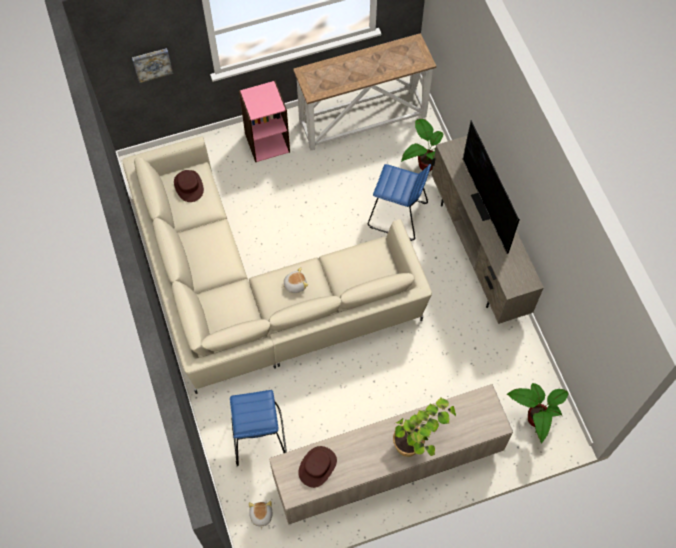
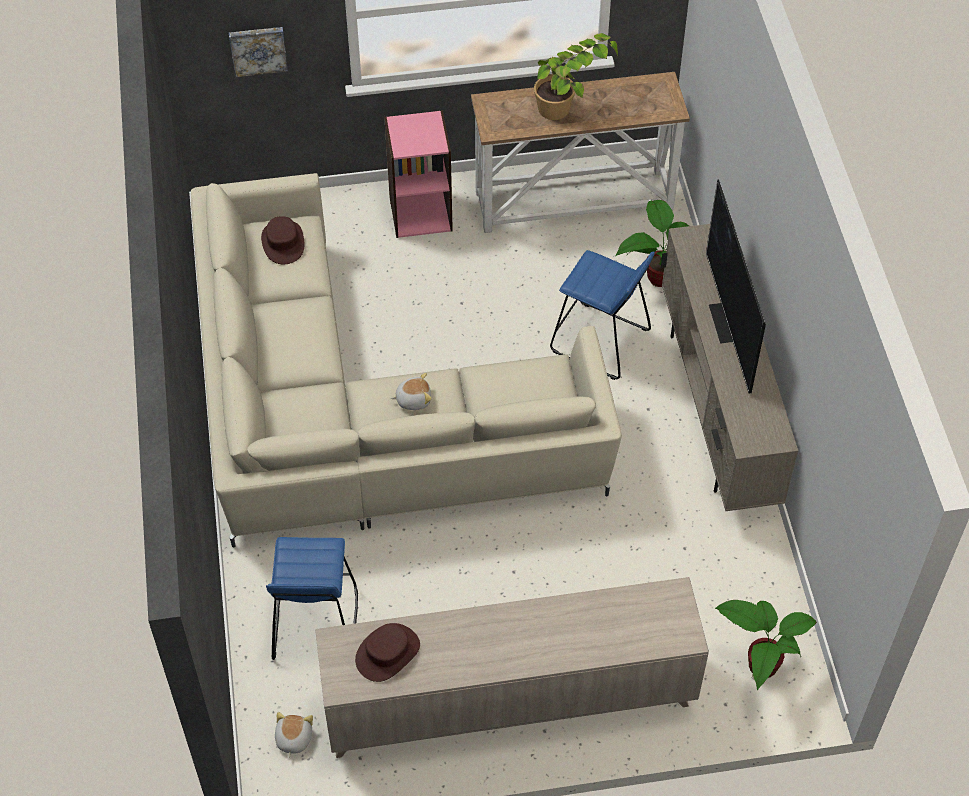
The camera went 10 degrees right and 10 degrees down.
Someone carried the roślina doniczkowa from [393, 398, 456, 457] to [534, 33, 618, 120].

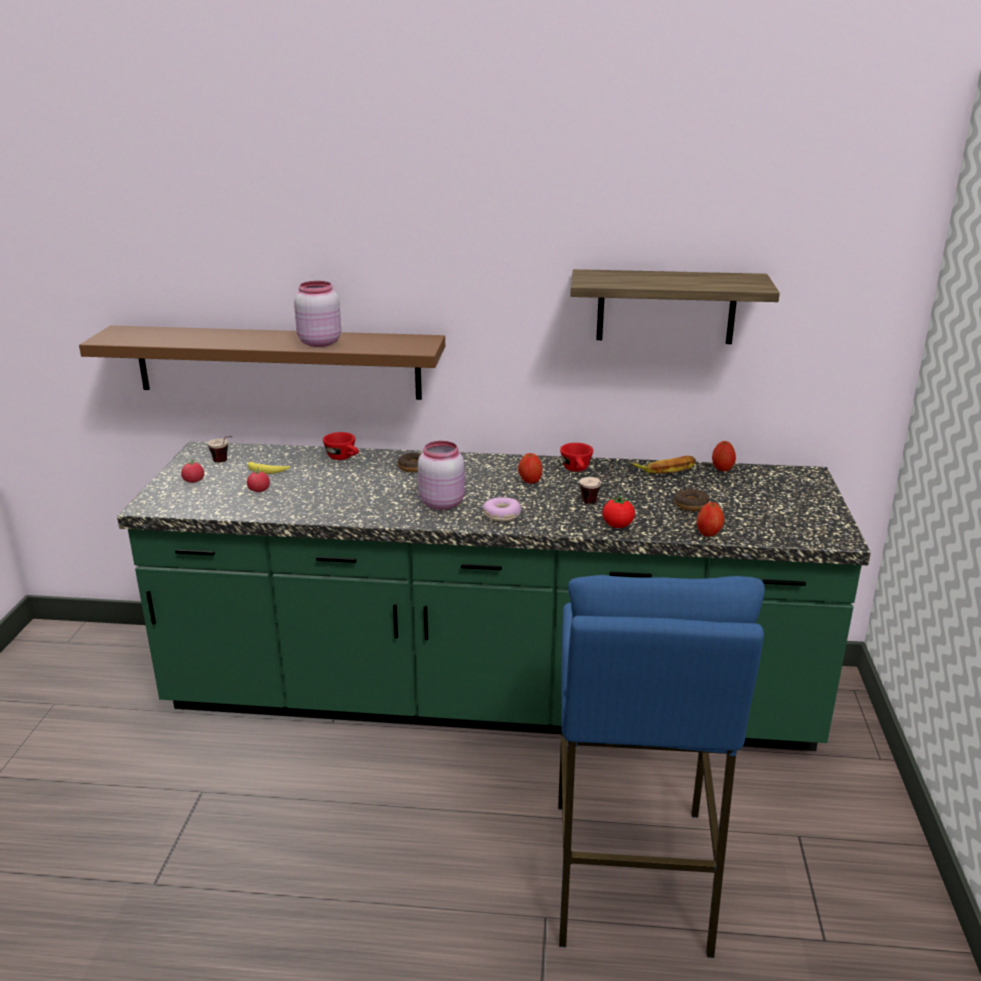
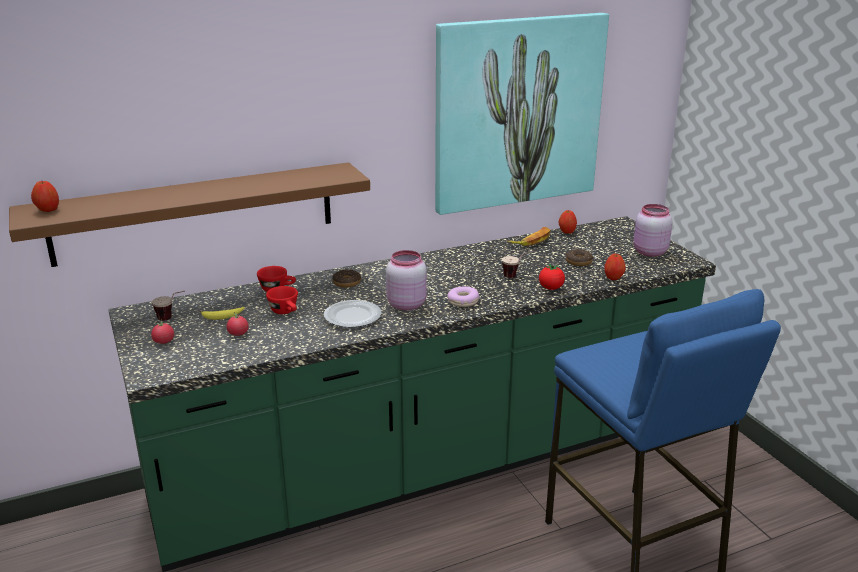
The camera went 30 degrees left and 0 degrees up.
Someone swapped the półka at [570, 269, 780, 344] for the obraz at [435, 13, 609, 215].
Someone carried the słoik/różowy from [294, 281, 341, 347] to [634, 204, 673, 257].
Someone carried the filiżanka/czerwony from [560, 443, 593, 472] to [266, 286, 298, 314].
Someone carried the jabłko from [518, 453, 542, 484] to [31, 181, 59, 212].
Someone put down the talerz at [324, 300, 382, 328].

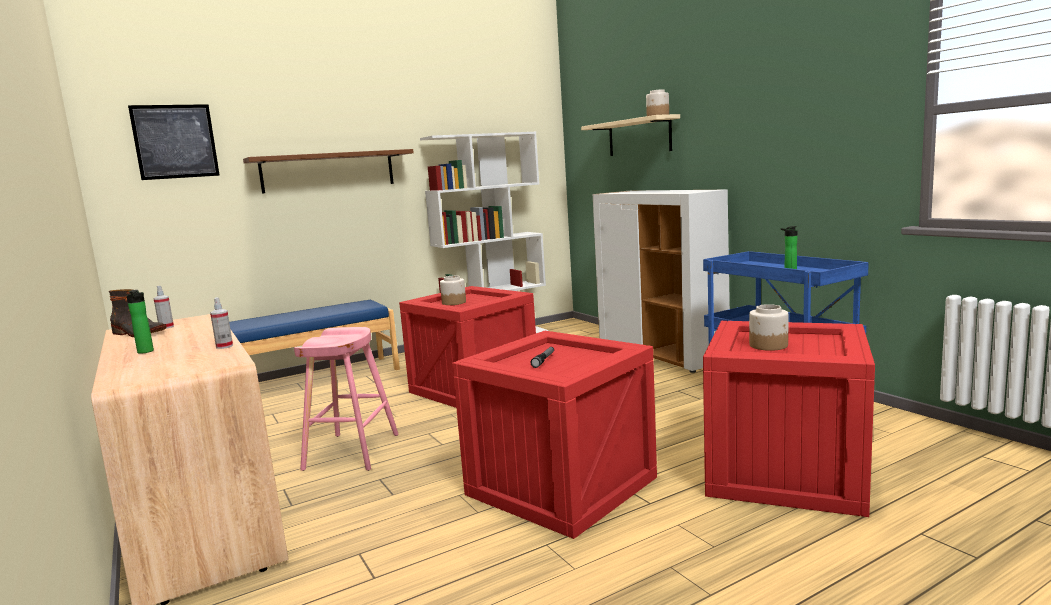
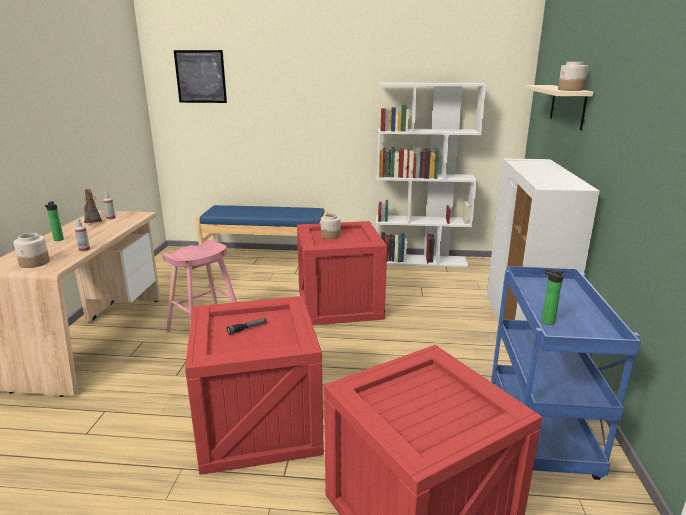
The camera went 35 degrees right and 10 degrees up.
Someone took away the półka/brązowy at [243, 149, 414, 193].
Someone carried the słoik from [749, 304, 789, 351] to [14, 233, 50, 268].

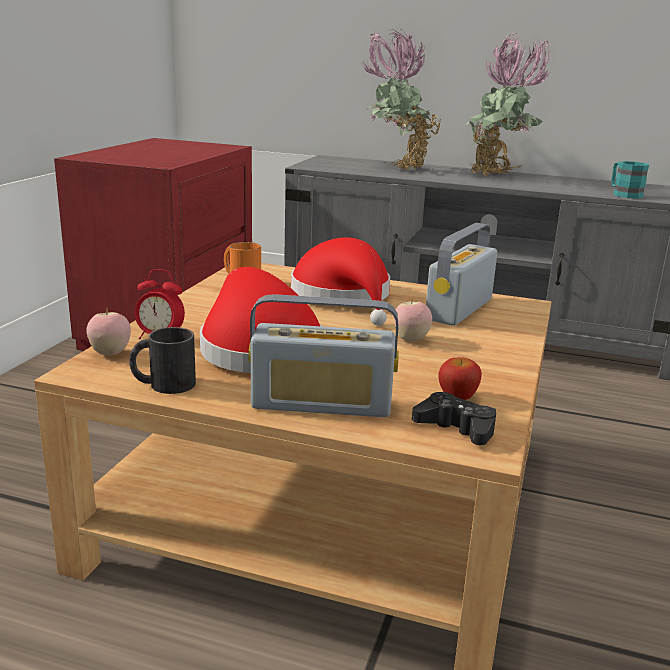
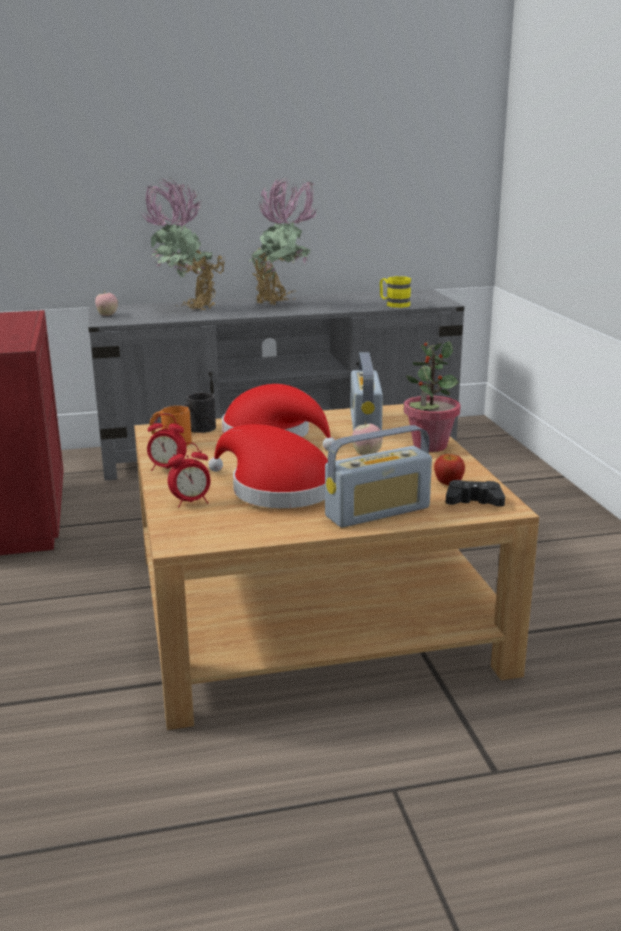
The camera went 30 degrees left and 0 degrees up.
Someone repainted the kubek/turkusowy at [611, 161, 649, 199], which became the kubek/żółty at [380, 276, 411, 308].
Someone carried the jabłko from [86, 309, 131, 356] to [95, 290, 118, 316].
Someone carried the kubek/czarny from [129, 327, 196, 394] to [183, 393, 216, 433].
Someone put down the roślina doniczkowa at [404, 341, 461, 452].
Someone put down the budzik at [147, 414, 187, 471].

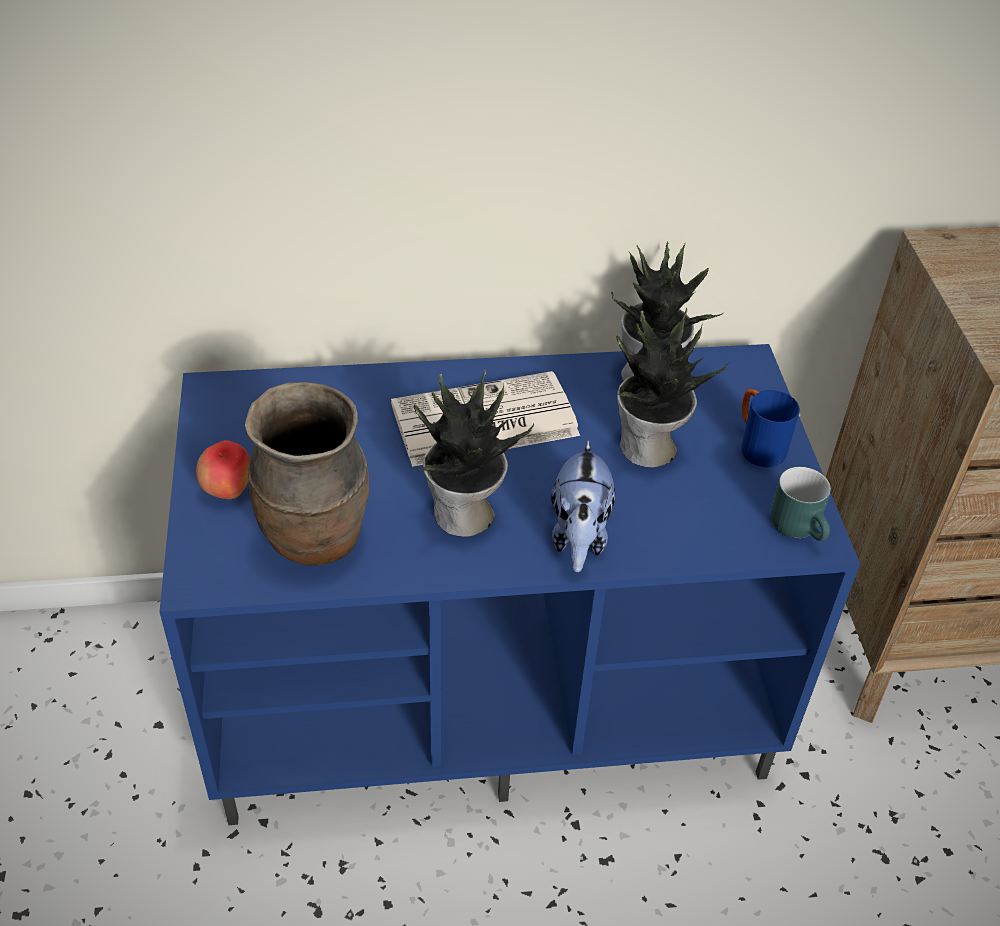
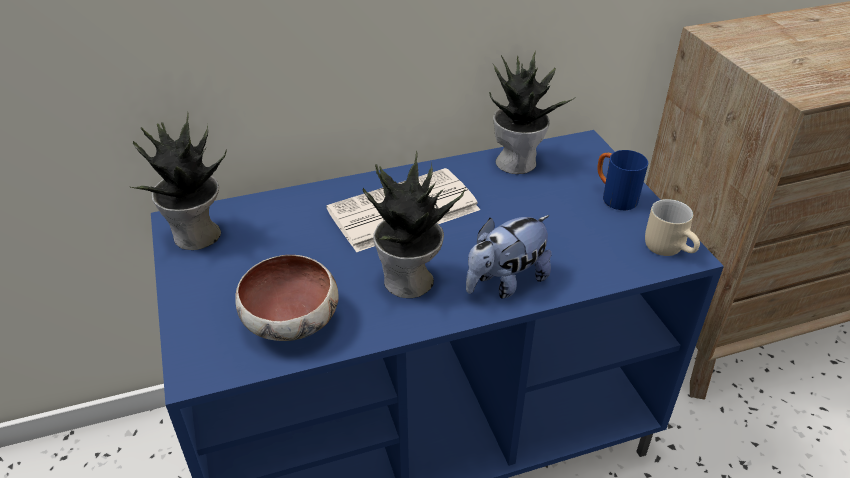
The camera went 10 degrees left and 5 degrees down.
Someone carried the roślina doniczkowa from [616, 308, 729, 468] to [129, 111, 227, 250].
Someone swapped the wazon/brązowy at [245, 382, 369, 566] for the miska at [235, 255, 339, 341].
Someone rotated the pluszak at [550, 439, 615, 572] by 60 degrees clockwise.
Someone took away the jabłko at [196, 440, 250, 499].
Someone repainted the kubek/turkusowy at [771, 466, 831, 541], which became the kubek/beżowy at [645, 199, 700, 256].

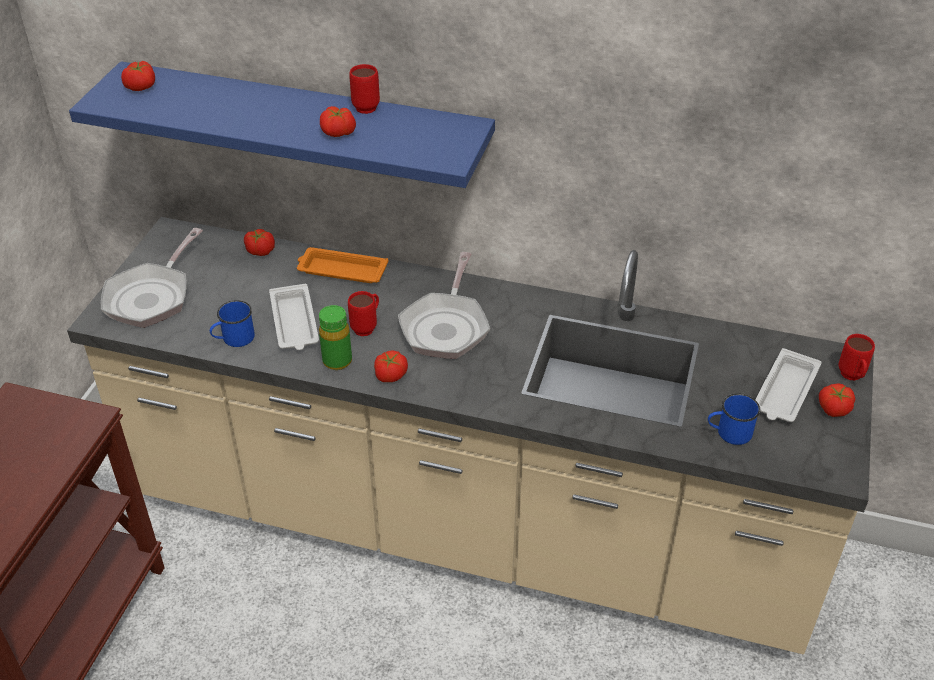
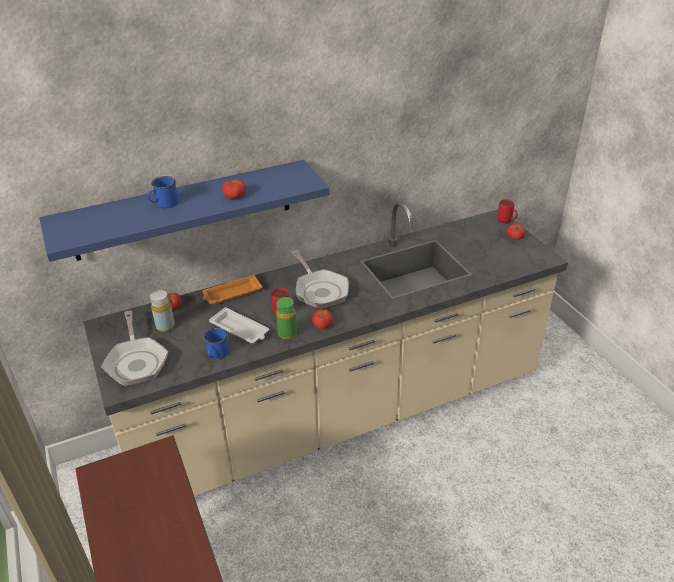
The camera went 40 degrees left and 5 degrees down.
Someone took away the pomidor at [121, 61, 155, 91].
Someone took away the kubek/czerwony at [349, 64, 380, 114].
Someone took away the taca/biały at [755, 348, 821, 422].
Someone carried the kubek/niebieski from [708, 394, 760, 445] to [147, 176, 178, 208].
Someone put down the butelka/żółty at [150, 290, 175, 332].

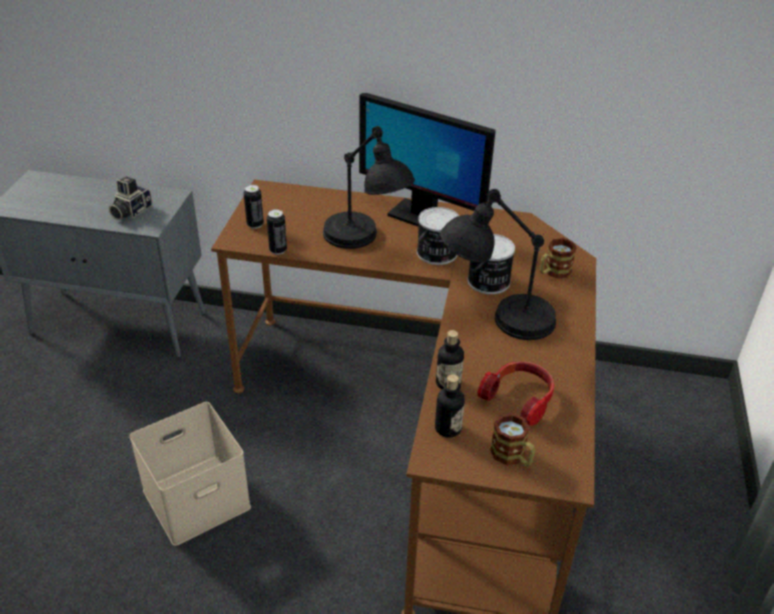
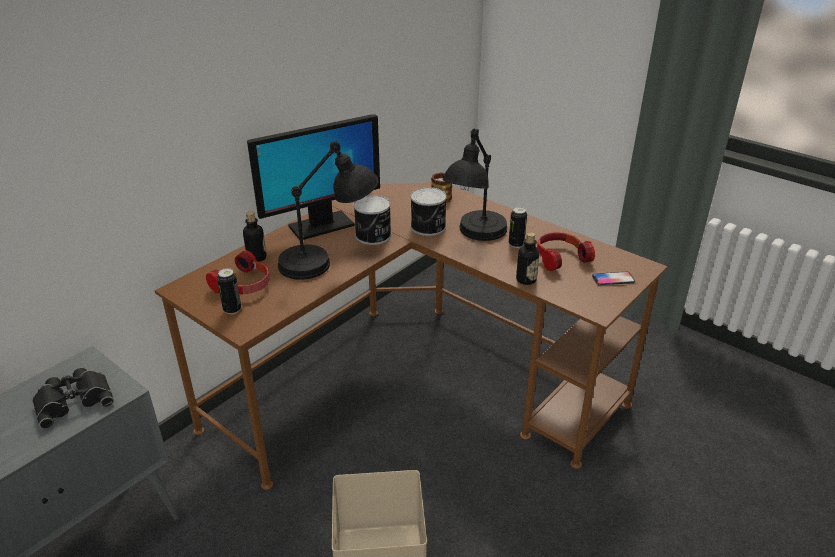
The camera went 60 degrees left and 5 degrees down.
Someone swapped the aparat fotograficzny at [109, 176, 152, 220] for the lornetka/czarny at [32, 368, 114, 429].
Someone carried the puszka from [267, 209, 287, 255] to [509, 207, 527, 248].
Someone carried the butelka from [435, 374, 465, 438] to [243, 212, 266, 262].
Someone swapped the kubek at [490, 413, 535, 467] for the telefon at [592, 271, 635, 285].
Someone put down the słuchawki at [206, 250, 270, 295].

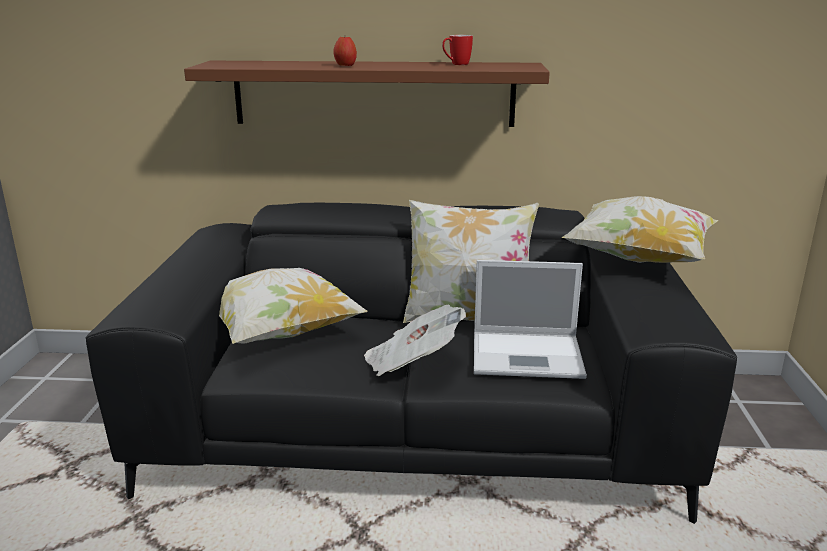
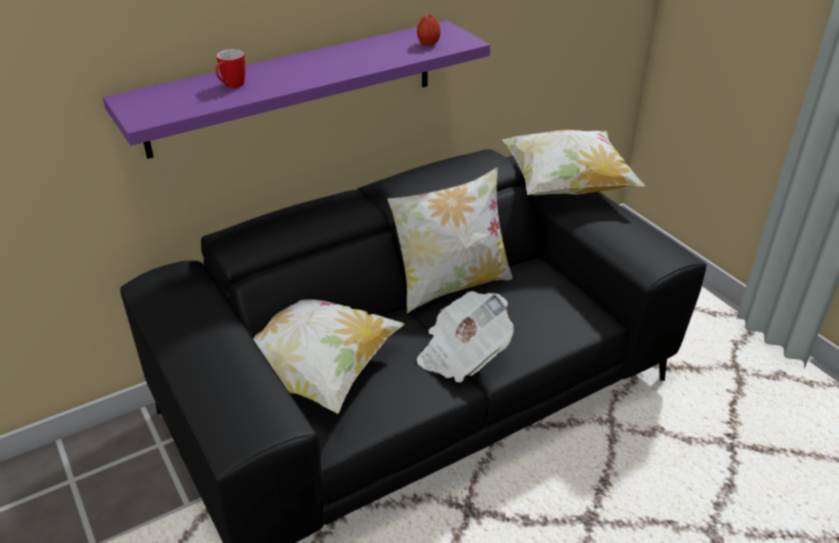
The camera went 35 degrees left and 15 degrees up.
Someone carried the kubek from [442, 35, 473, 65] to [216, 49, 245, 88].
Someone carried the jabłko from [333, 37, 357, 66] to [417, 15, 441, 45].
Someone repainted the półka/brązowy at [184, 61, 550, 127], which became the półka/fioletowy at [103, 20, 490, 159].
Someone took away the laptop at [474, 260, 587, 379].

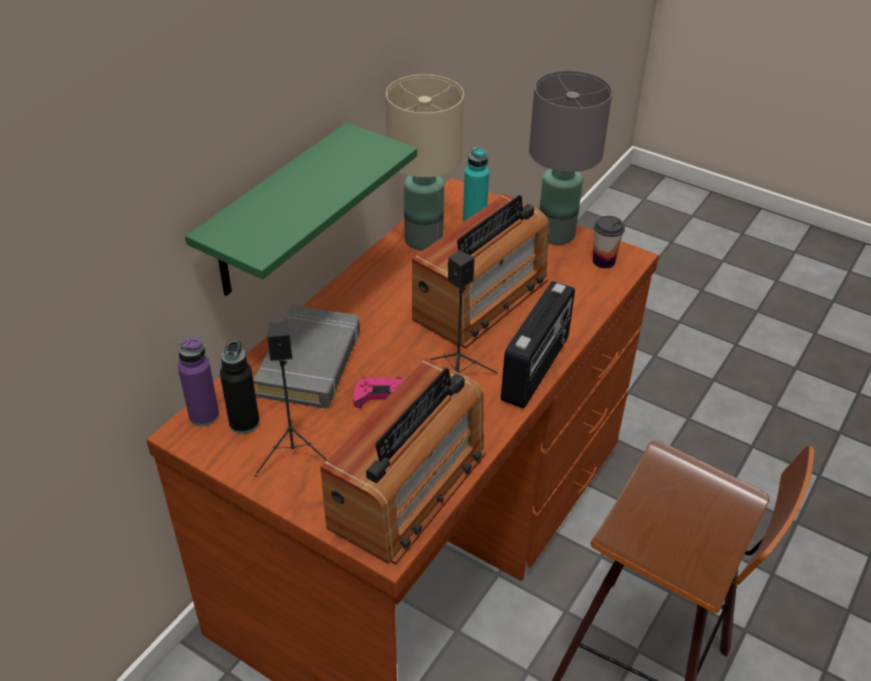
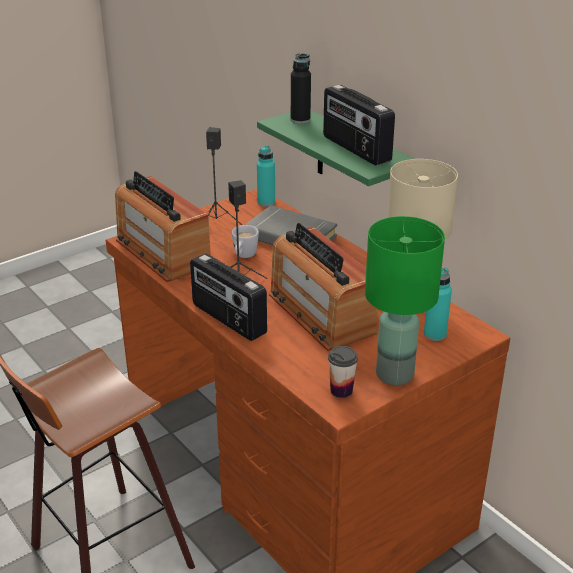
The camera went 110 degrees right and 10 degrees down.
Someone repainted the lampa stołowa/szary at [529, 70, 612, 245], which became the lampa stołowa/zielony at [365, 216, 445, 385].
Someone repainted the butelka/fioletowy at [178, 338, 219, 426], which became the butelka/turkusowy at [257, 145, 275, 207].
Someone carried the butelka/czarny from [220, 341, 260, 434] to [291, 53, 311, 124].
Someone swapped the pad do gier/różowy at [353, 377, 404, 408] for the kubek/biały at [232, 225, 259, 258].
Someone put down the radio at [323, 85, 395, 166].

